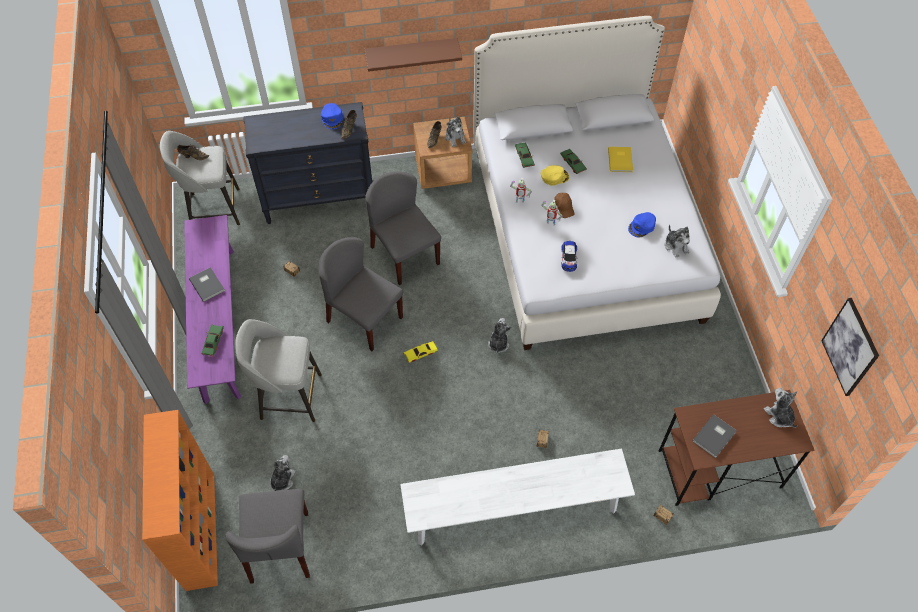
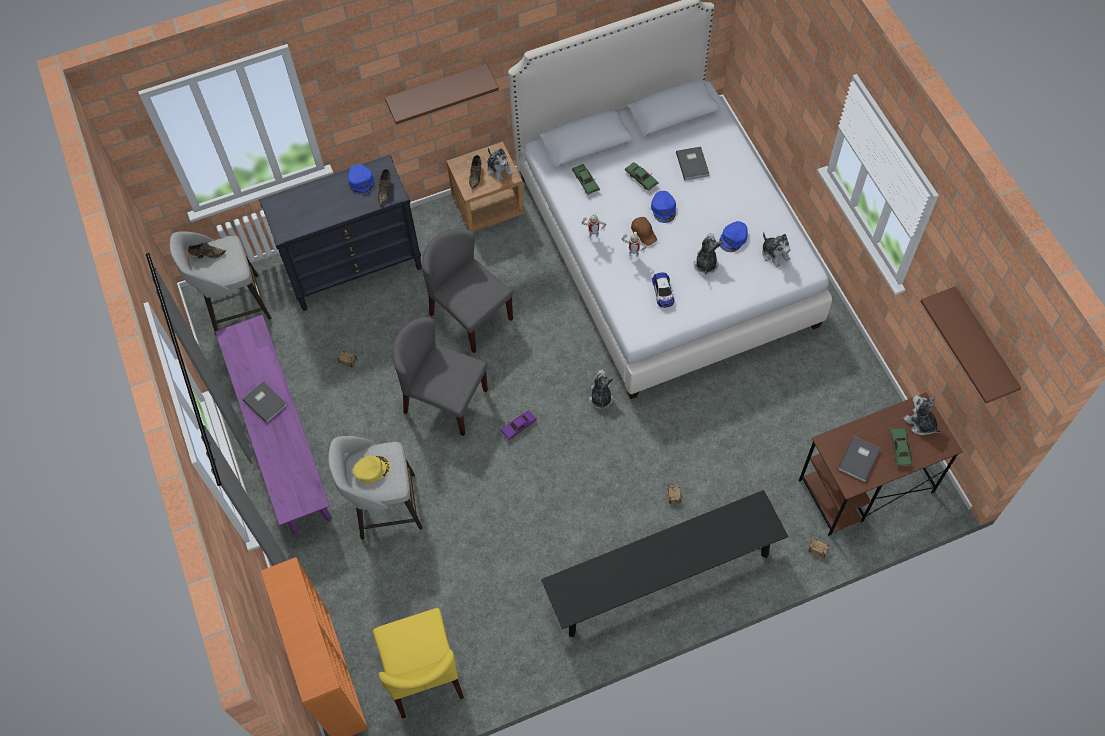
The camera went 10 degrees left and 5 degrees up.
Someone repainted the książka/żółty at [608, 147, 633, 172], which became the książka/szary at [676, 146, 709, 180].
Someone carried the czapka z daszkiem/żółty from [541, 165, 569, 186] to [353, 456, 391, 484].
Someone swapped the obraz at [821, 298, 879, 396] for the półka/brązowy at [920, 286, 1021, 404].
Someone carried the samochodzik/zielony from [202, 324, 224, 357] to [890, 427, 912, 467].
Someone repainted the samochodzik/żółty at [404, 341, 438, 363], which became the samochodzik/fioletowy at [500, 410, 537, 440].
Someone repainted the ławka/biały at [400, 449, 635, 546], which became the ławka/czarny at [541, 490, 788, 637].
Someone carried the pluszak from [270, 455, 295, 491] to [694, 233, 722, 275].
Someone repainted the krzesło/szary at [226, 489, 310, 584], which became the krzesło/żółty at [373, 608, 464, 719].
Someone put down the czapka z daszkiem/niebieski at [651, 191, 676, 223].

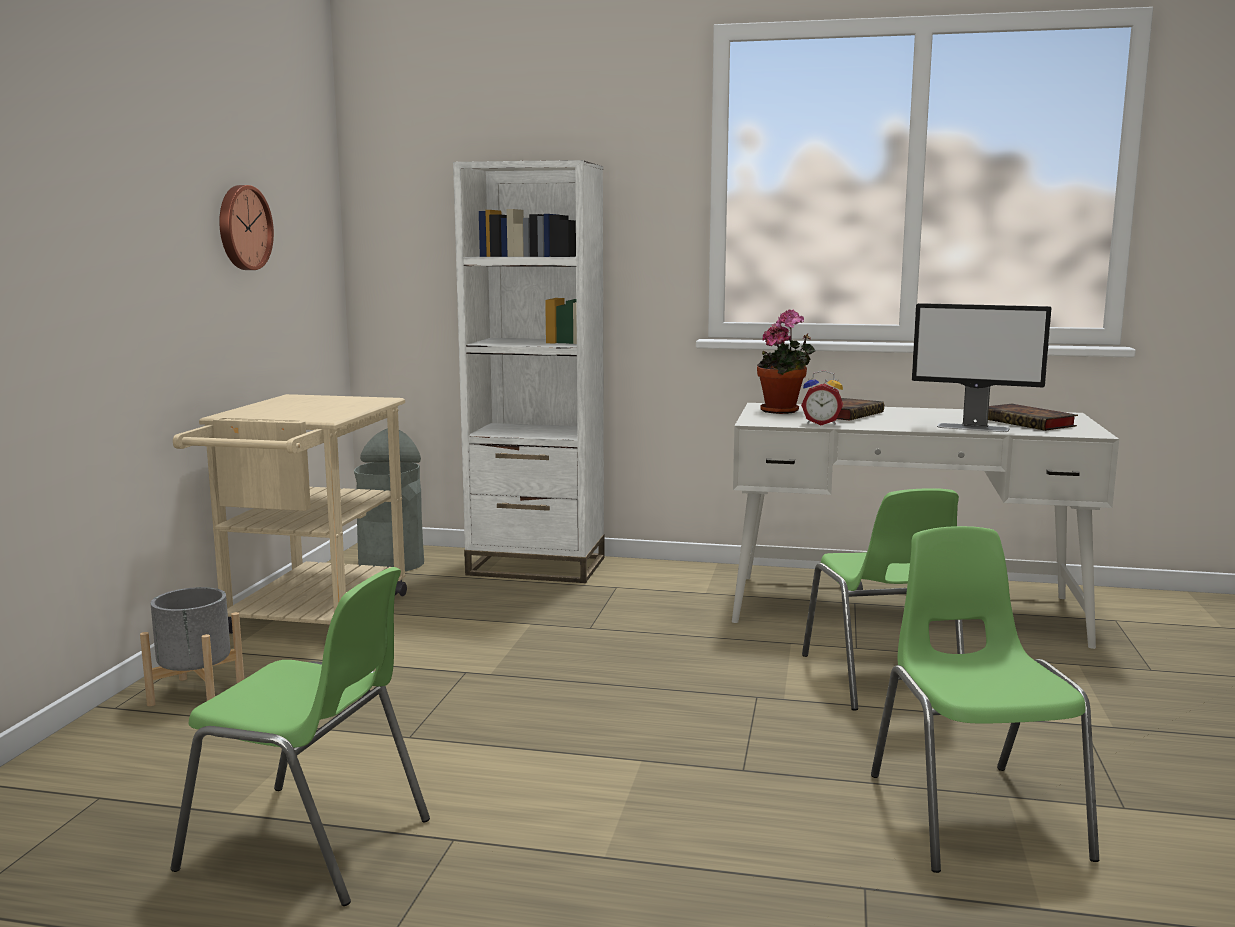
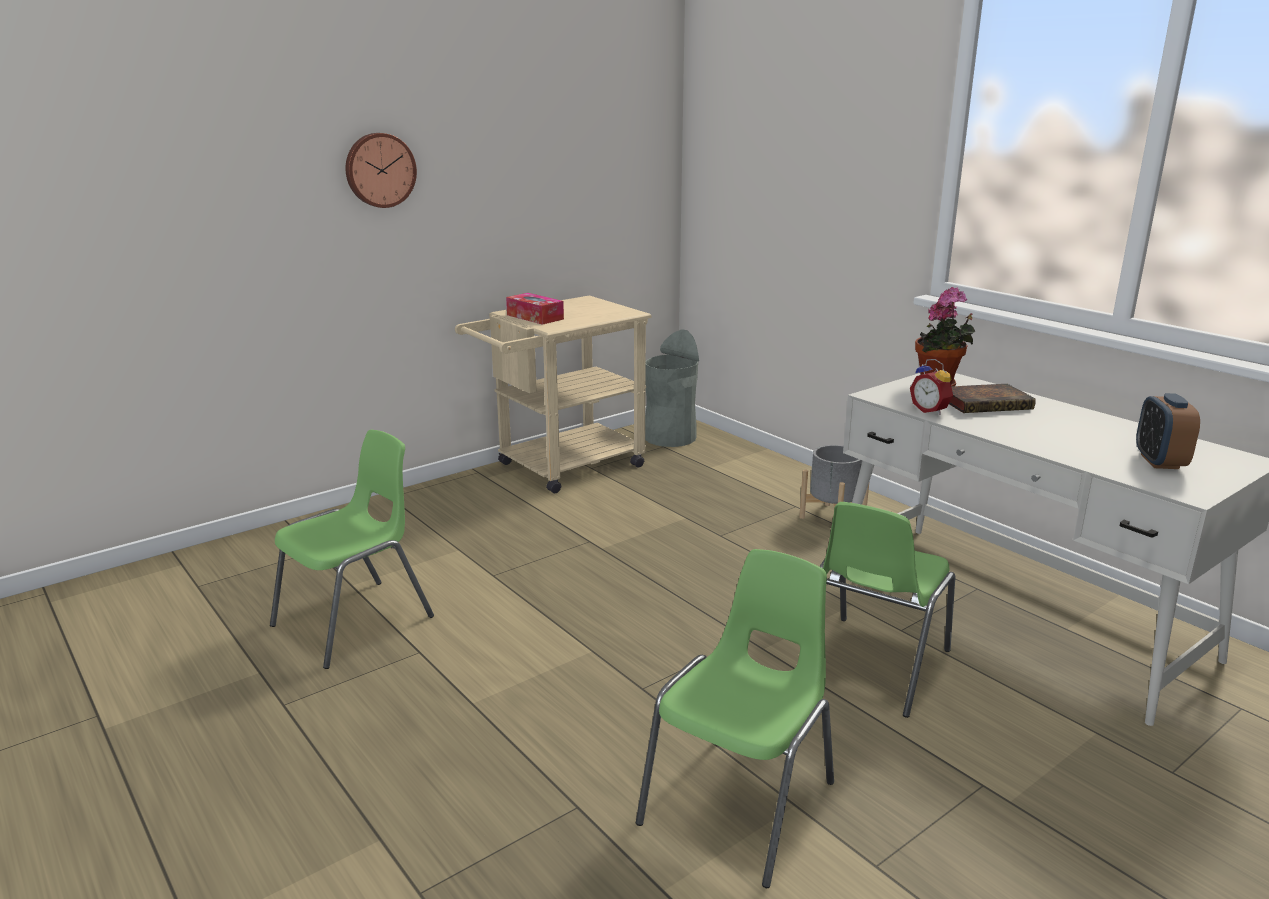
The camera went 40 degrees right and 10 degrees up.
Someone took away the regał/biały at [453, 160, 605, 583].
Someone carried the zegar ścienny from [219, 185, 274, 270] to [346, 133, 417, 208].
Someone took away the monitor at [912, 303, 1051, 432].
Someone swapped the książka at [988, 404, 1078, 431] for the budzik at [1136, 393, 1200, 469].
Someone rotated the krzesło/zielony at [171, 567, 430, 906] by 105 degrees counterclockwise.
Someone carried the donica/szary from [140, 587, 244, 706] to [799, 445, 870, 519].
Someone put down the pudełko chusteczek at [506, 293, 564, 325].

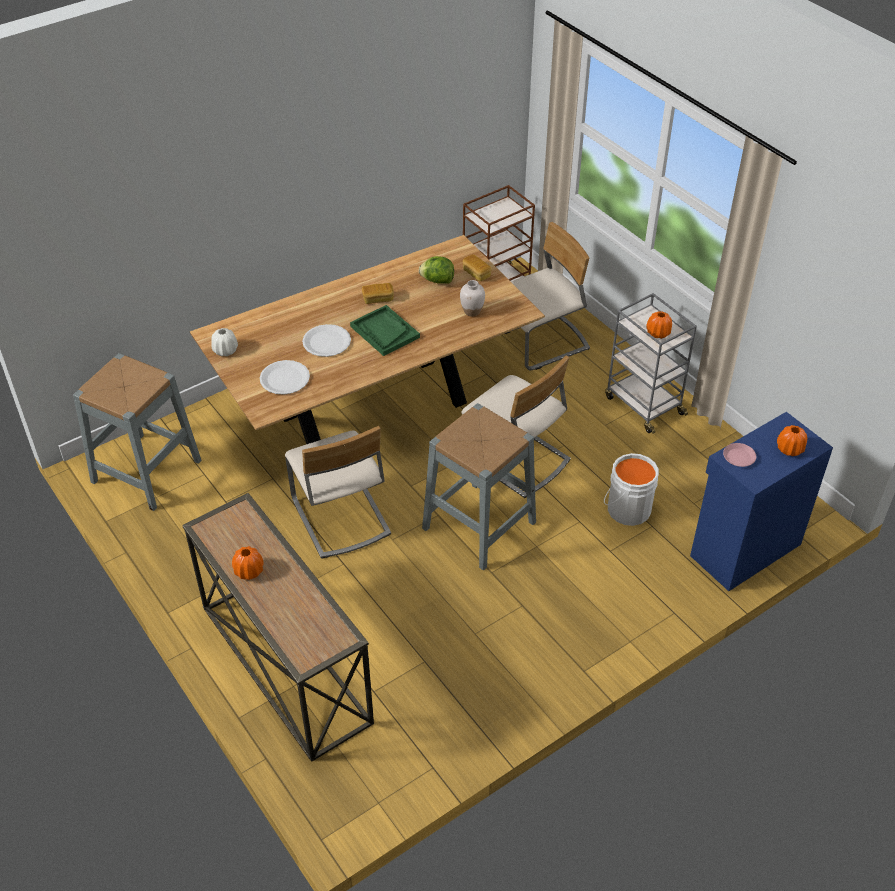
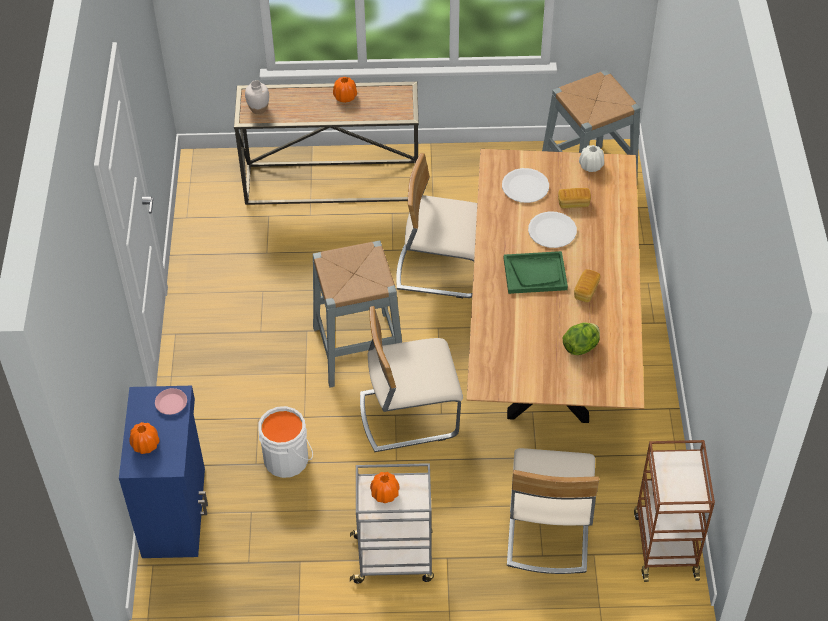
The camera went 125 degrees right and 5 degrees up.
Someone carried the chleb from [463, 255, 492, 281] to [558, 188, 591, 208].
Someone carried the wazon/biały from [460, 280, 485, 317] to [245, 80, 269, 114].

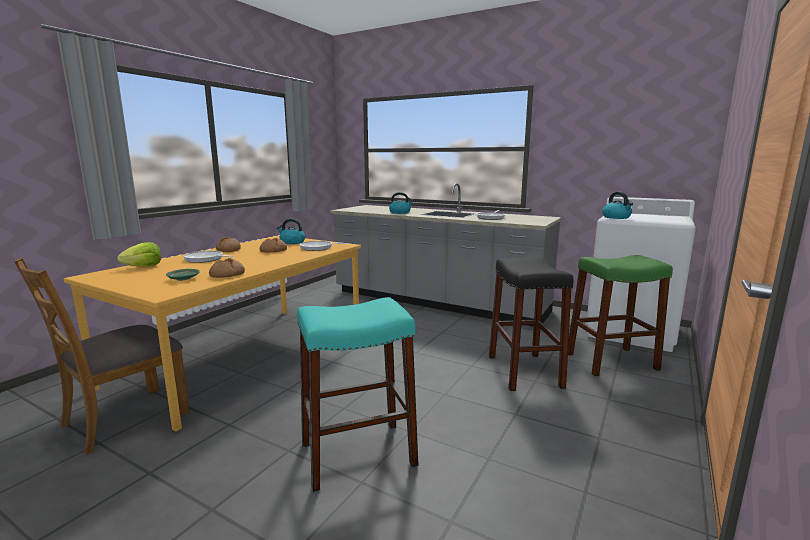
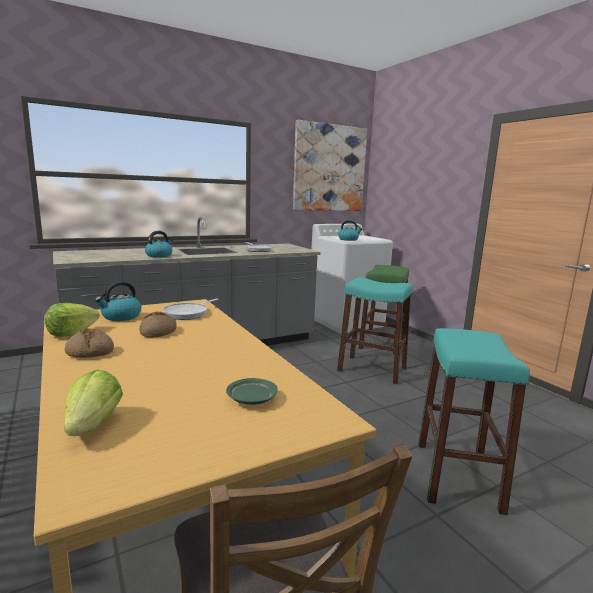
The camera went 60 degrees left and 0 degrees up.
Someone took away the patelnia at [183, 251, 233, 263].
Someone took away the chleb at [209, 258, 245, 278].
Someone repainted the stołek/czarny at [489, 258, 574, 391], which became the stołek/turkusowy at [337, 277, 413, 384].
Someone put up the obraz at [293, 120, 367, 211].
Someone put down the sałata at [45, 303, 99, 337].

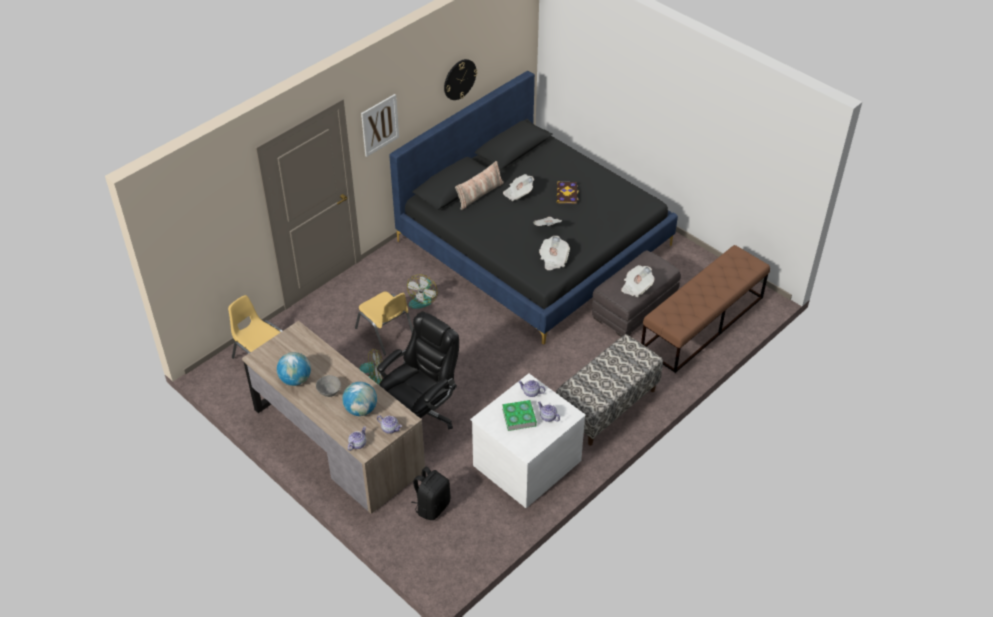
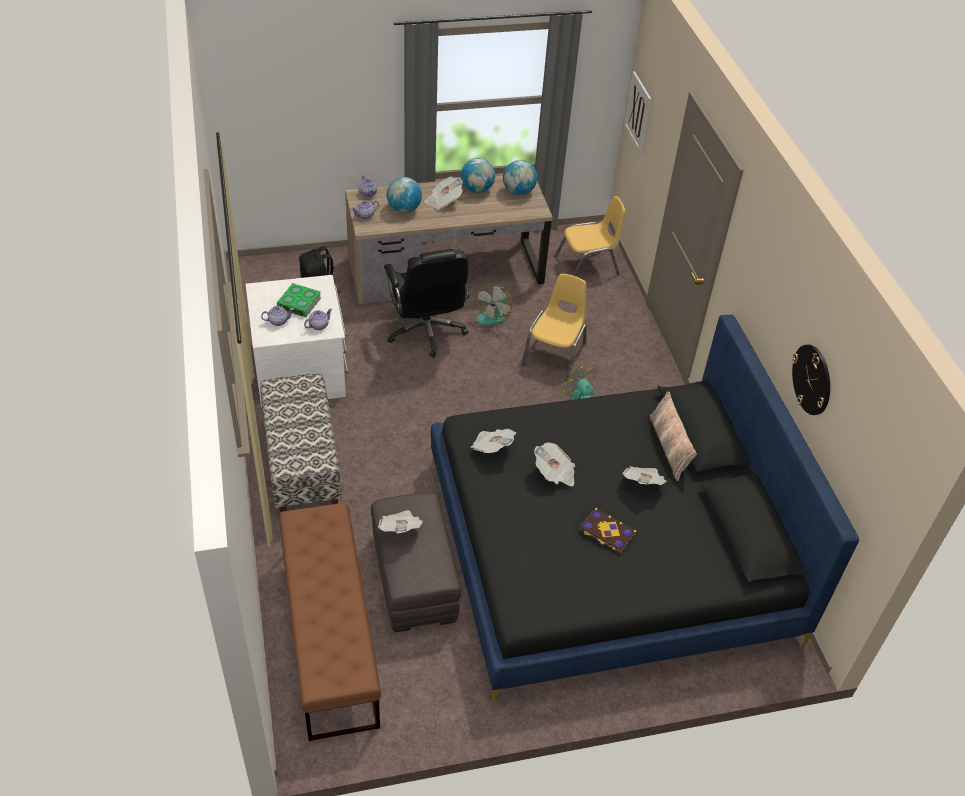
The camera went 120 degrees right and 0 degrees up.
Someone carried the obraz from [361, 94, 399, 157] to [624, 71, 651, 154].
Someone rotated the krzesło/żółty at [355, 292, 413, 355] by 120 degrees clockwise.
Someone swapped the miska/szary at [316, 375, 341, 397] for the gazeta at [425, 177, 463, 210].
Someone put down the globus at [503, 160, 537, 195].

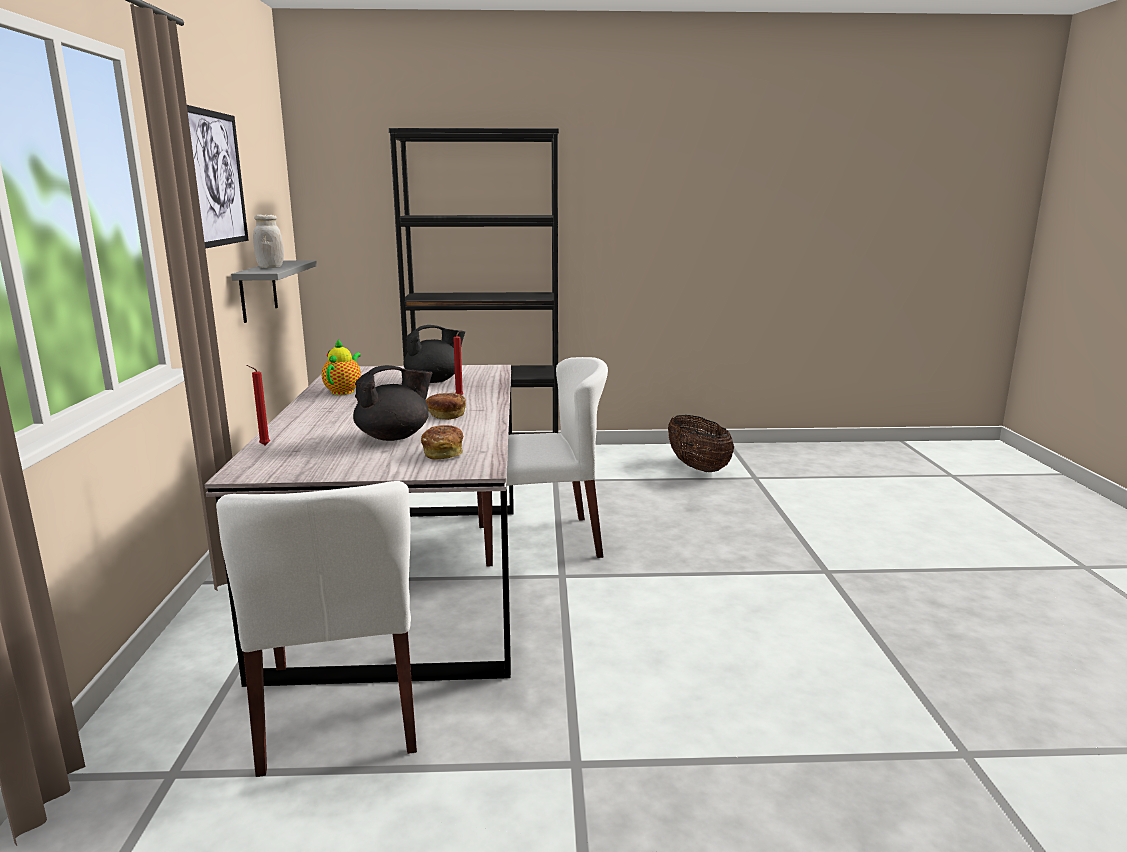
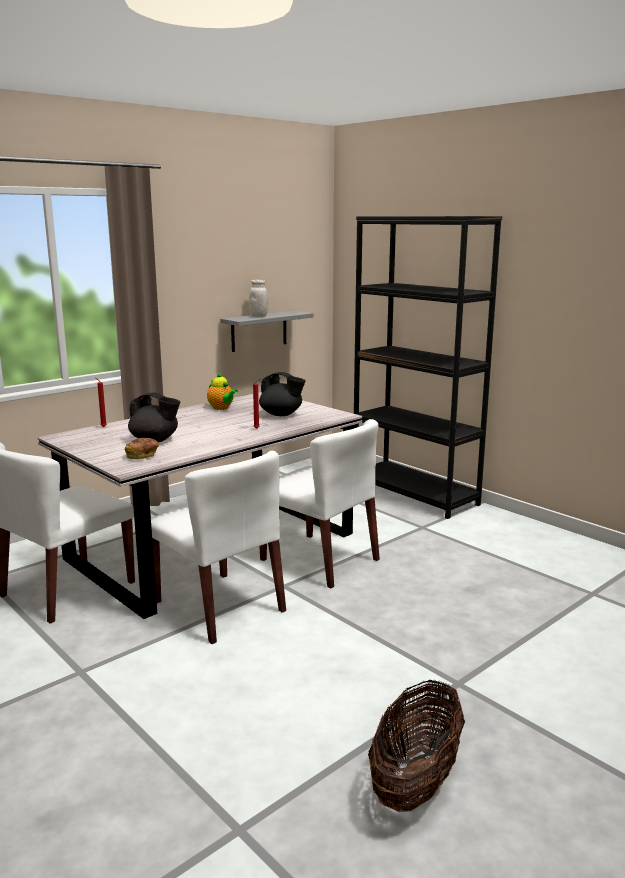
The camera went 50 degrees right and 0 degrees up.
Someone took away the obraz at [187, 105, 249, 249].
Someone rotated the imbryk at [322, 339, 361, 395] by 75 degrees clockwise.
Someone took away the chleb at [426, 393, 466, 420].
Someone carried the koszyk from [668, 415, 734, 472] to [368, 680, 465, 812].
Someone put down the krzesło/biały at [151, 451, 286, 644].

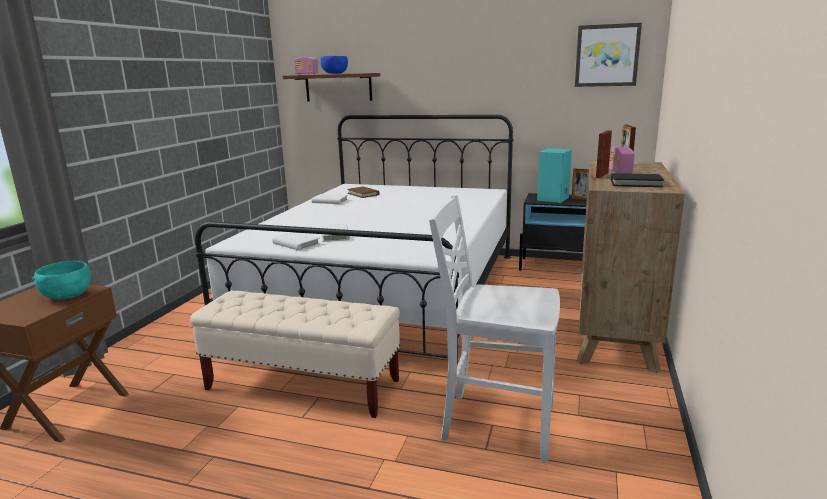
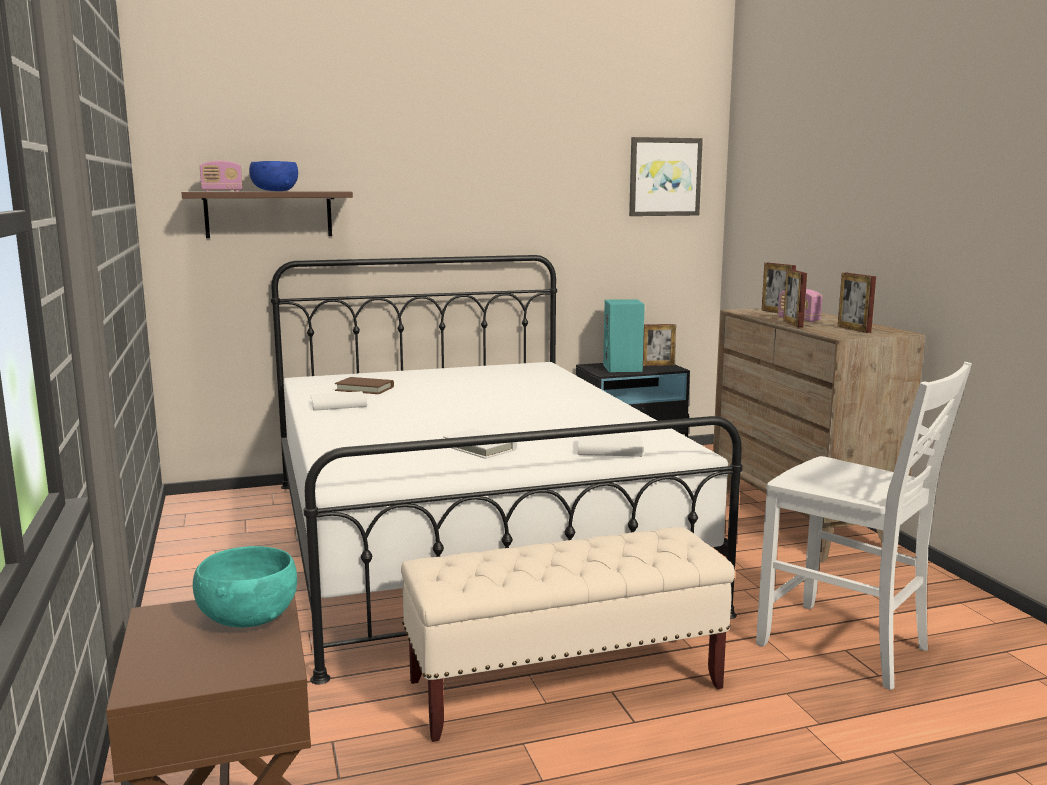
The camera went 35 degrees left and 5 degrees down.
Someone swapped the książka/czarny at [611, 173, 664, 187] for the ramka na zdjęcie at [837, 273, 876, 333].
Someone rotated the krzesło/biały at [429, 195, 560, 462] by 120 degrees counterclockwise.
Someone carried the książka/biały from [272, 232, 320, 251] to [578, 434, 643, 457].

